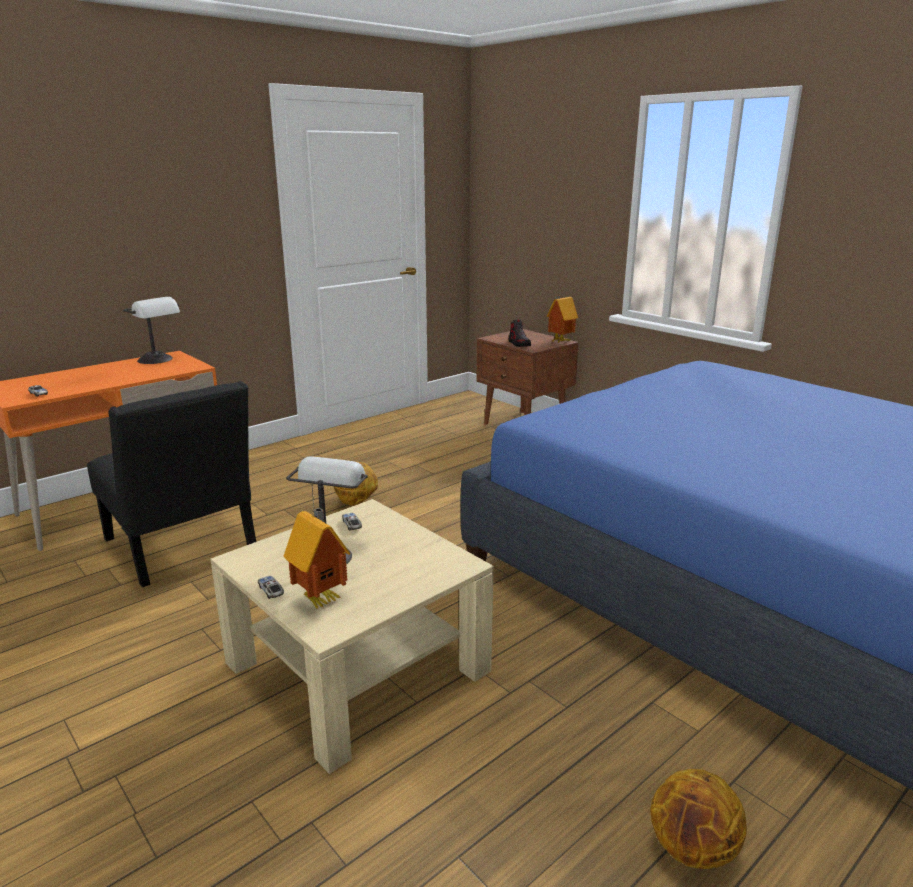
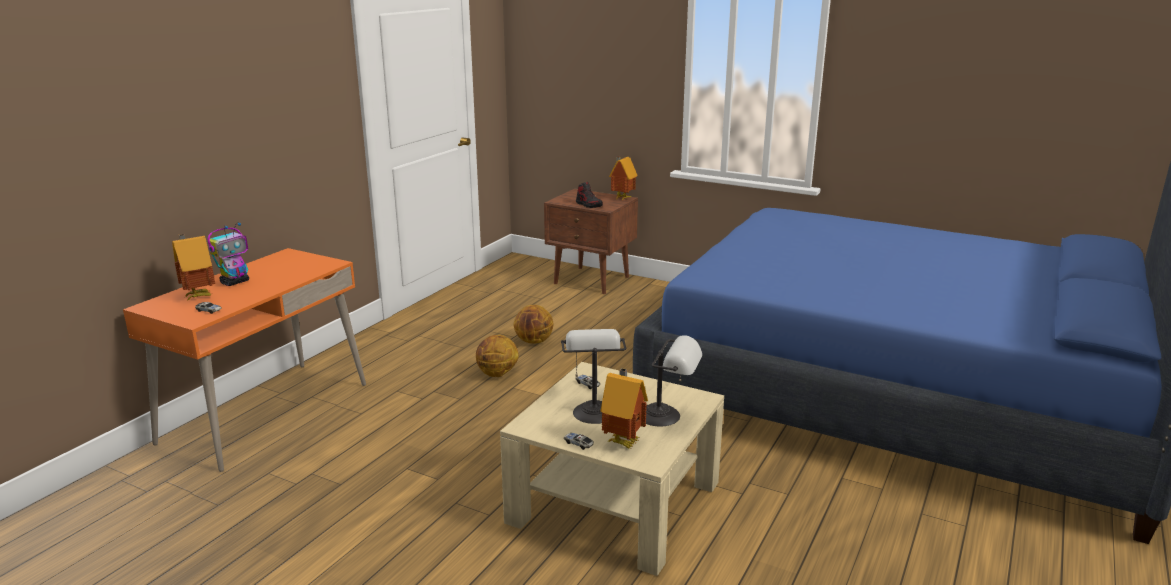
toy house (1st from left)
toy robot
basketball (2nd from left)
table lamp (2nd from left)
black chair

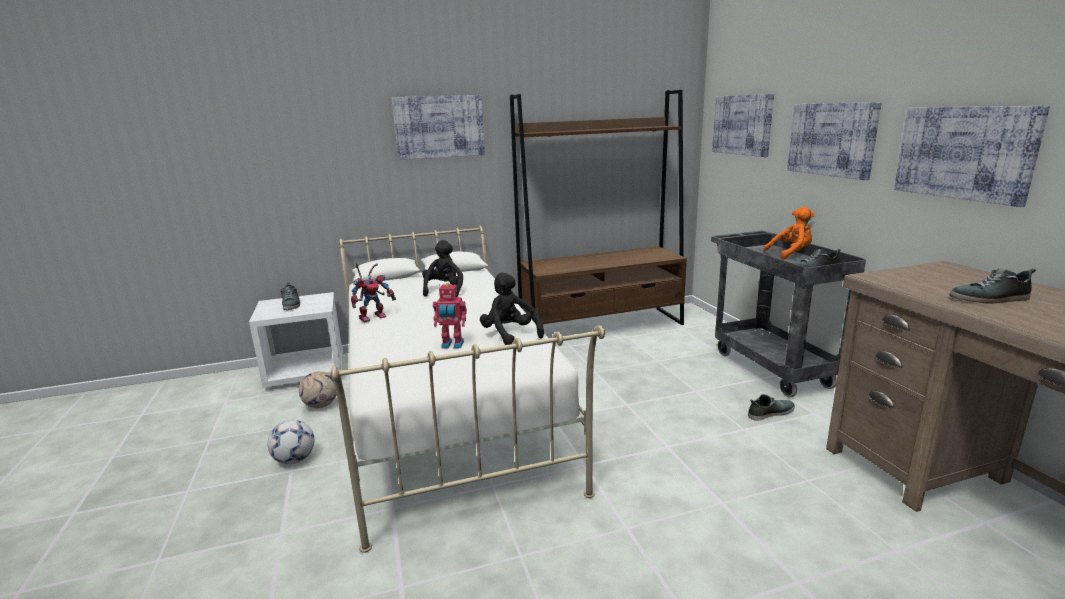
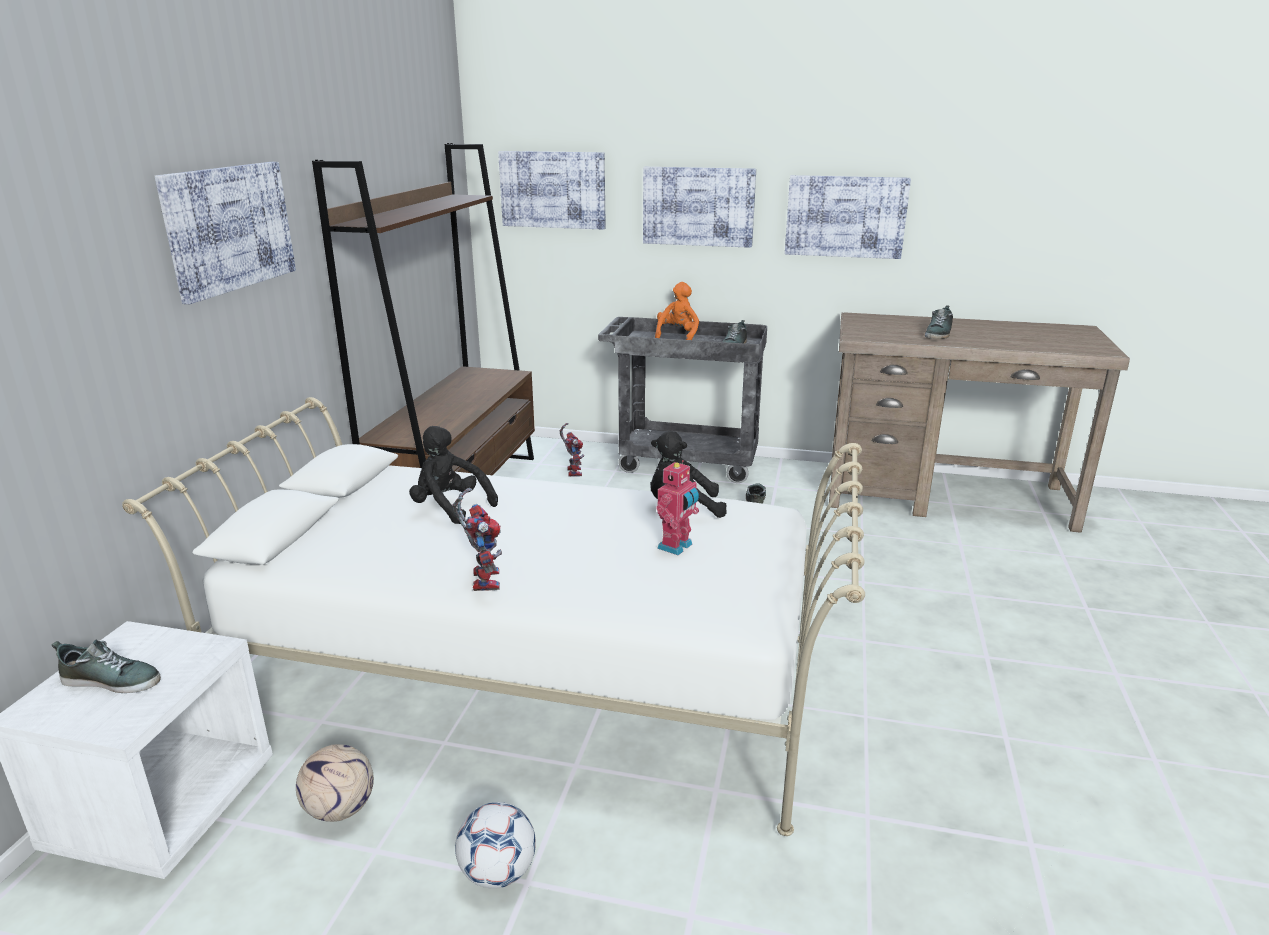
toy robot (2nd from left)

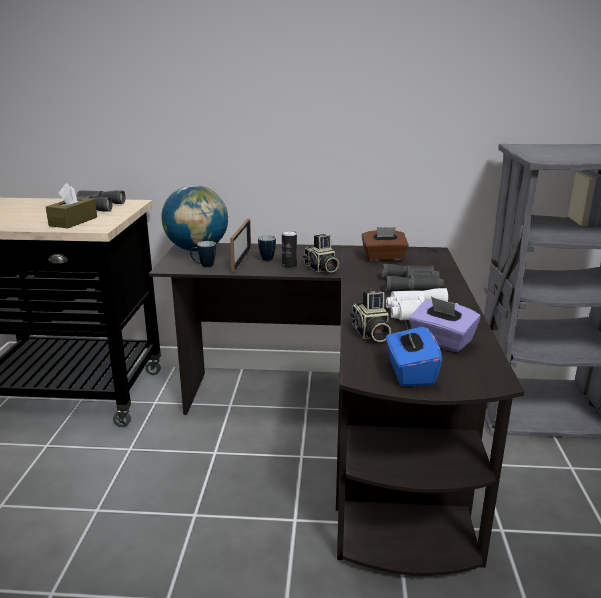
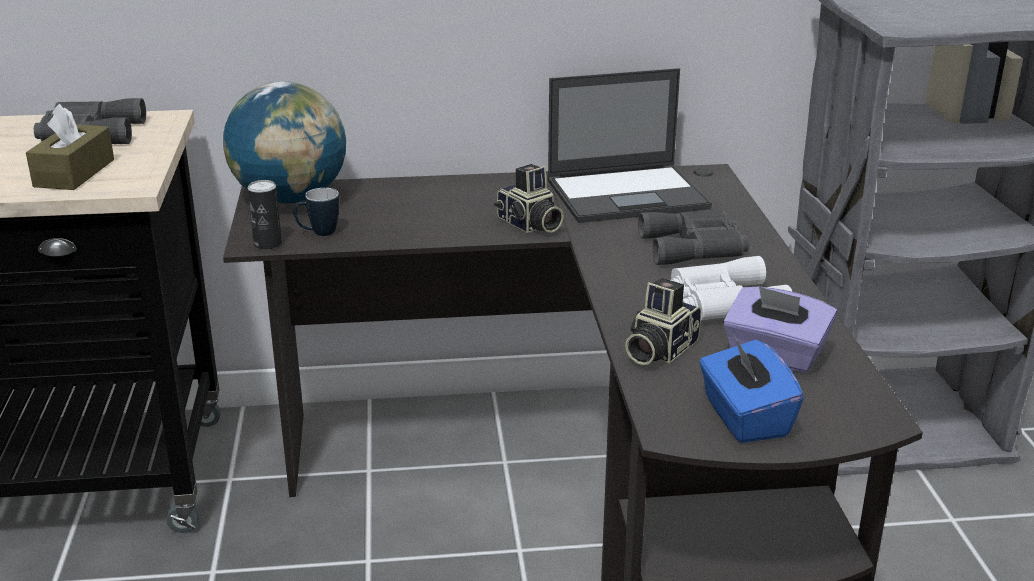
can
laptop
photo camera (2nd from left)
picture frame
mug (2nd from left in the first image)

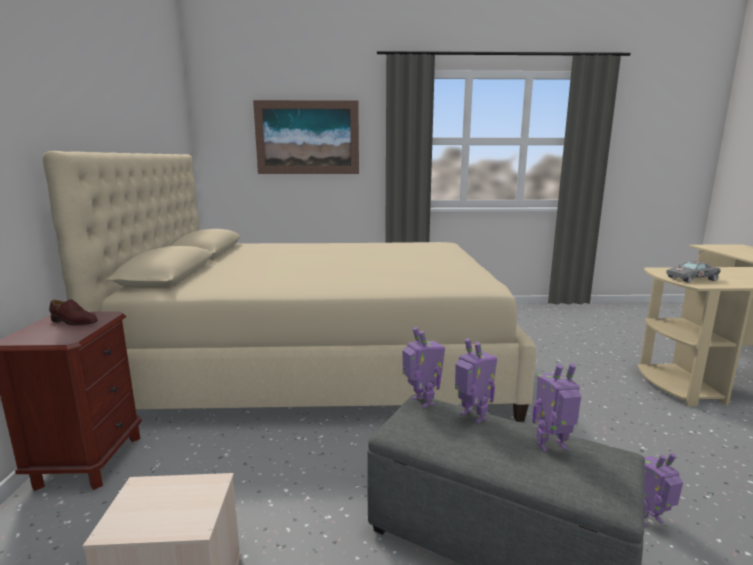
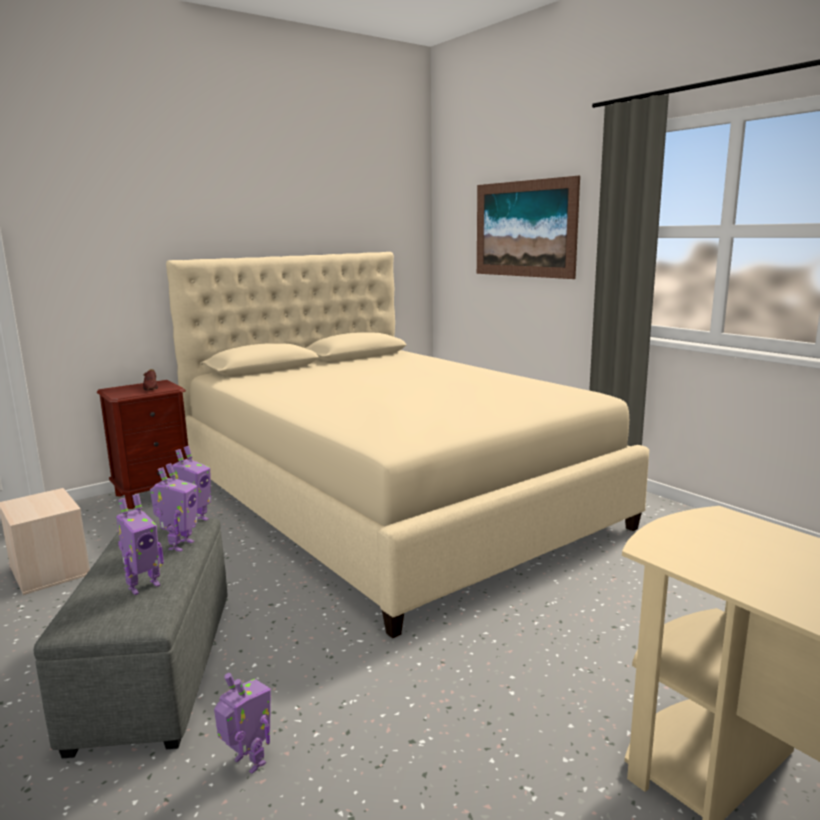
toy robot (1st from left)
grey toy car

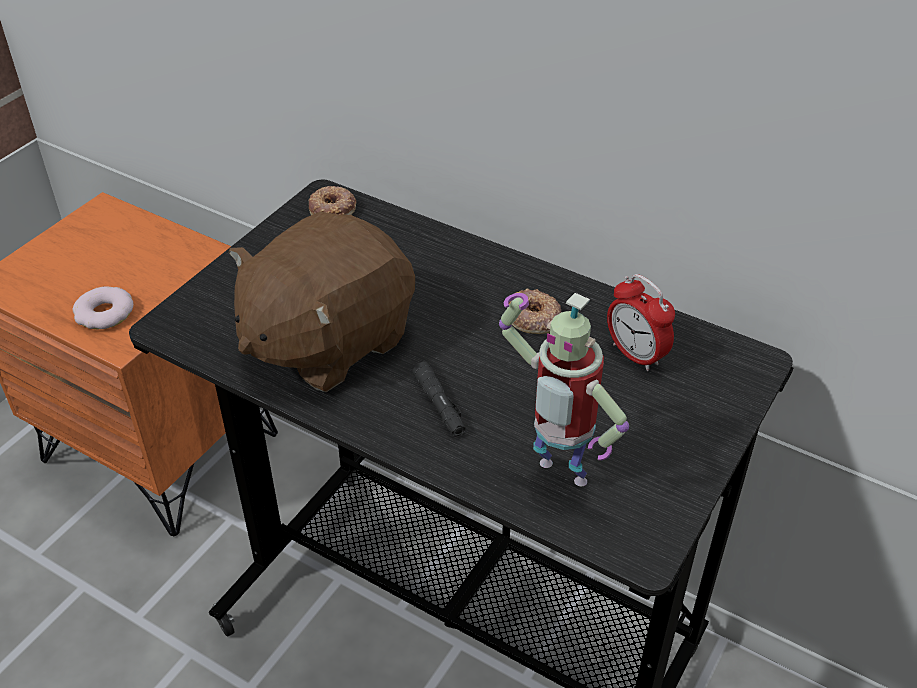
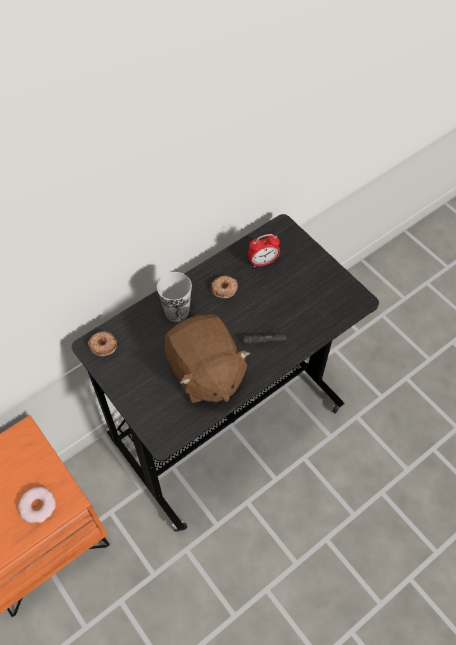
cup
toy robot

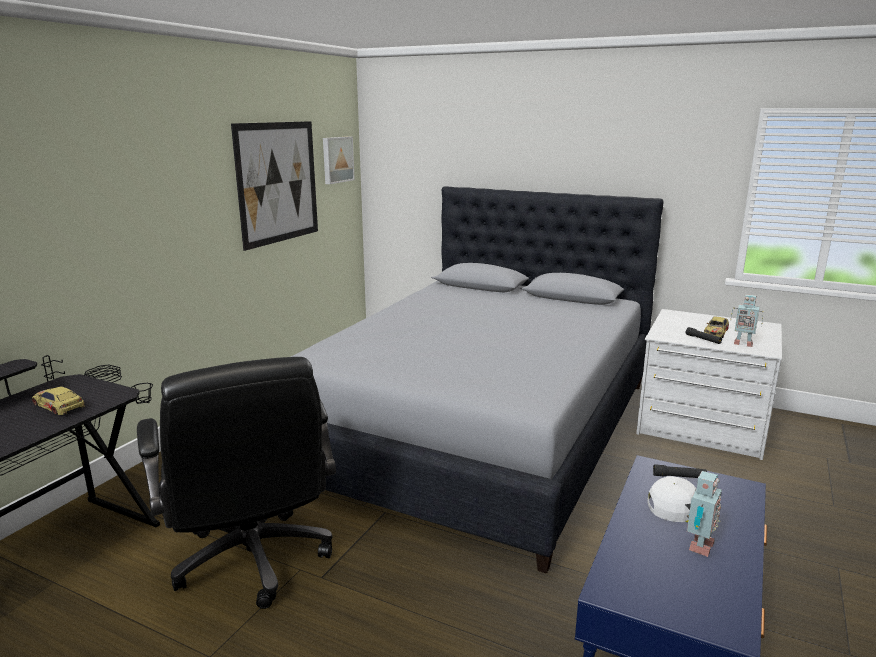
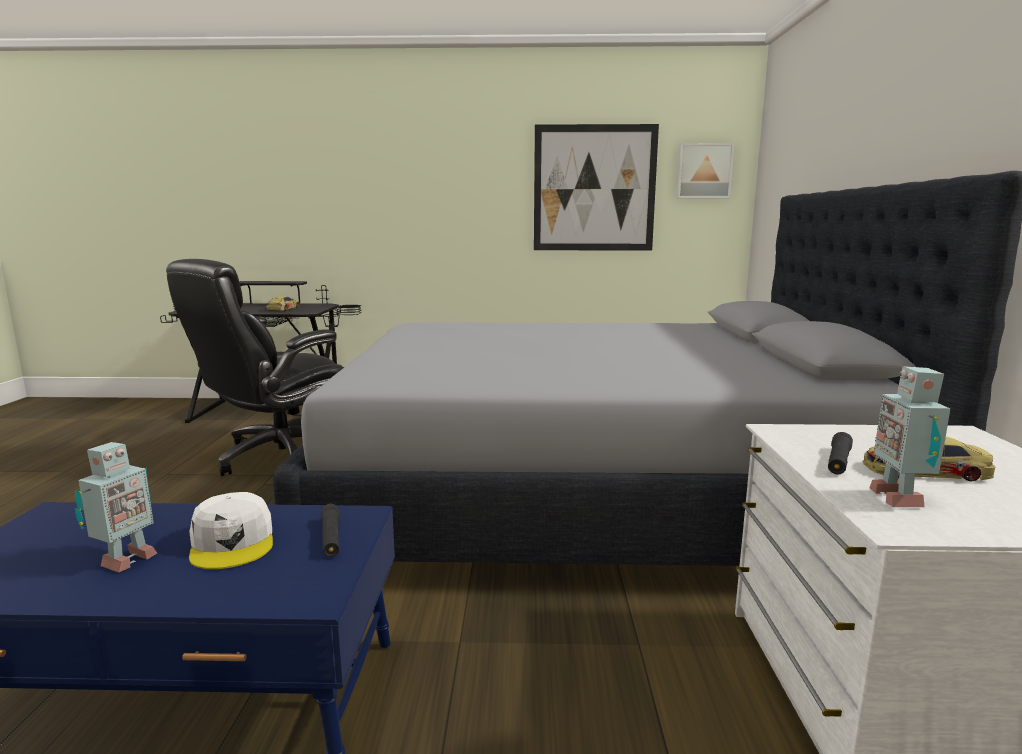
toy robot (1st from left)

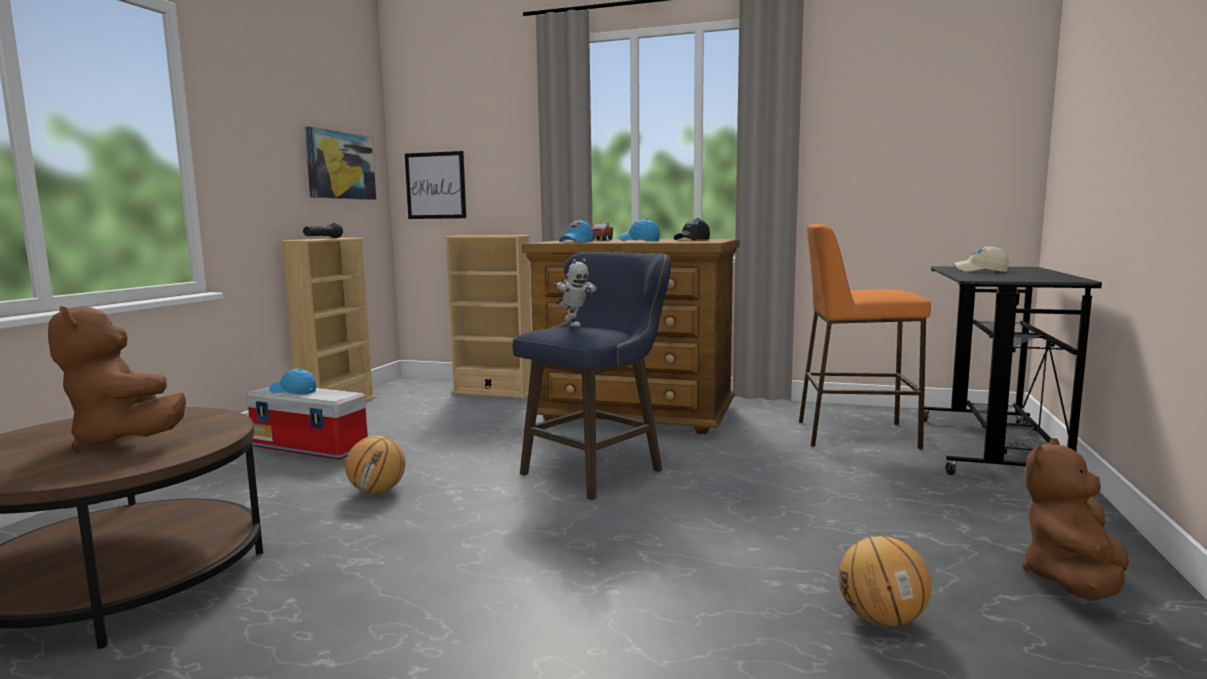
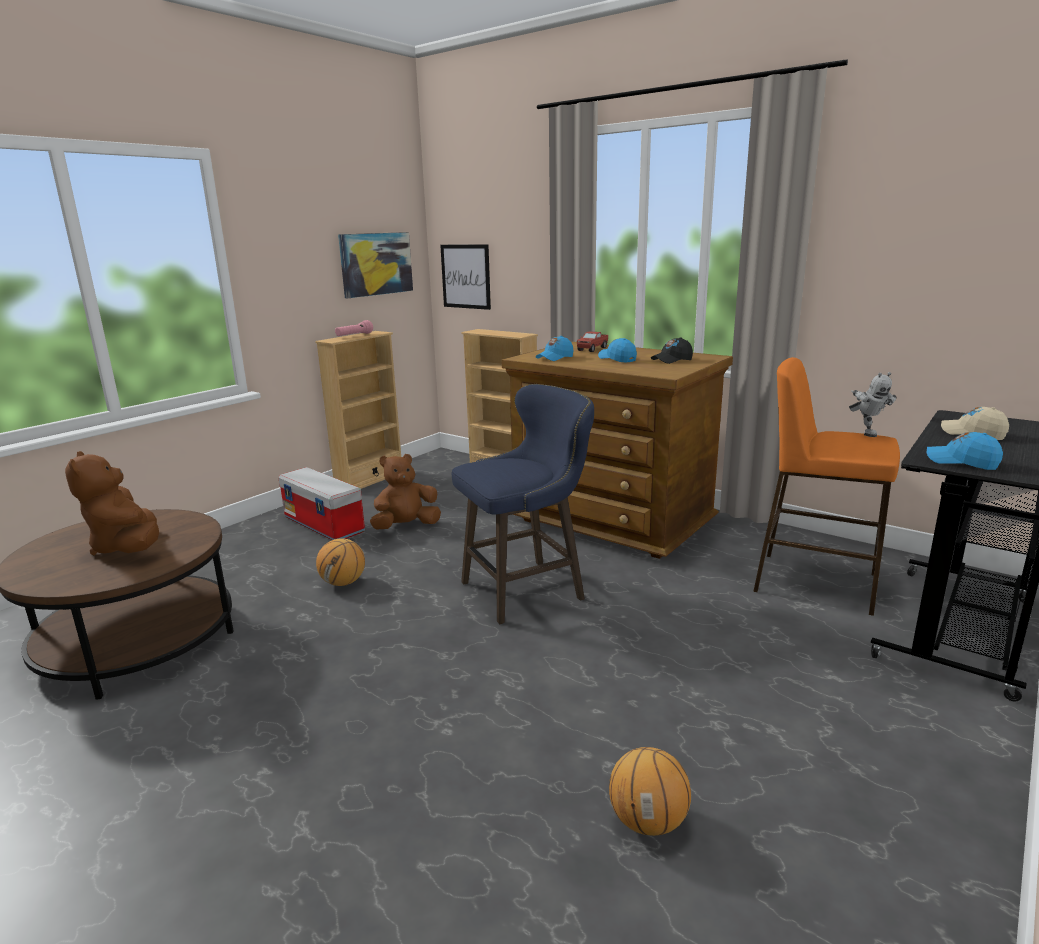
pink flashlight
brown plush toy (2nd from left)
toy robot
blue cap (3rd from left)

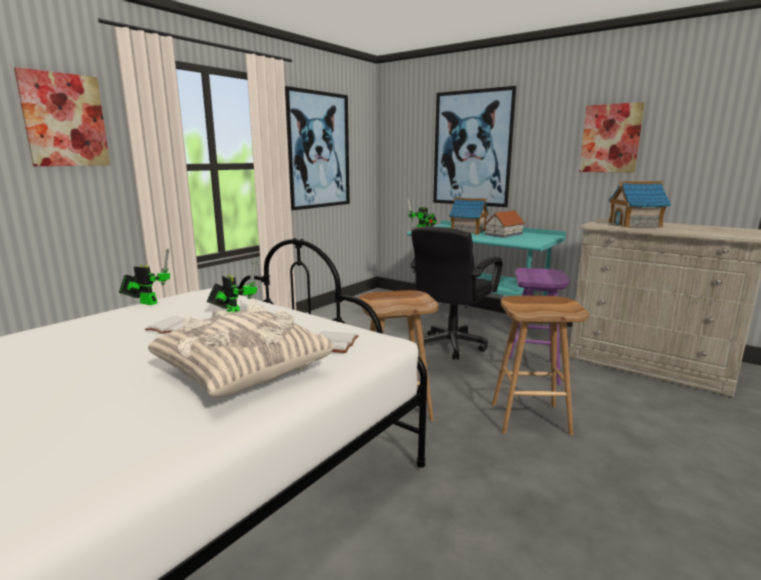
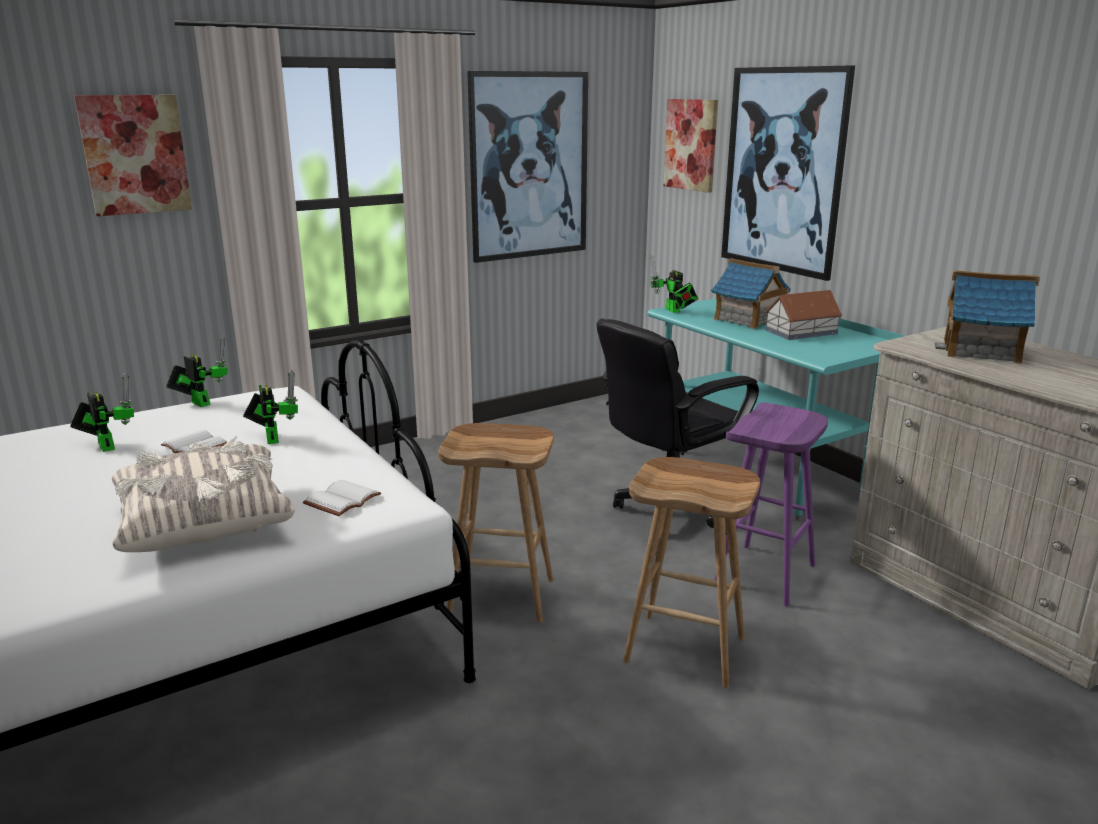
toy robot (1st from left)
picture (3rd from left)

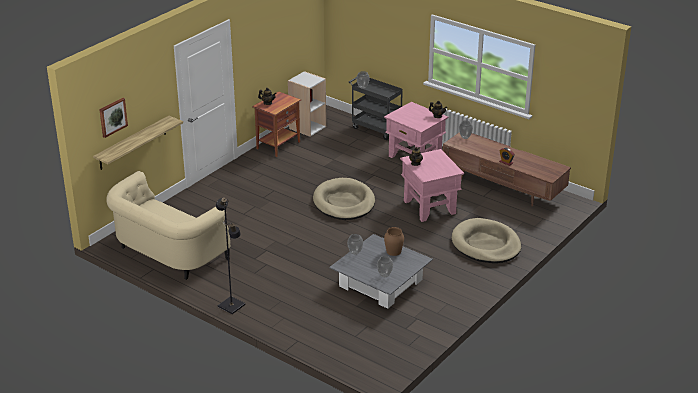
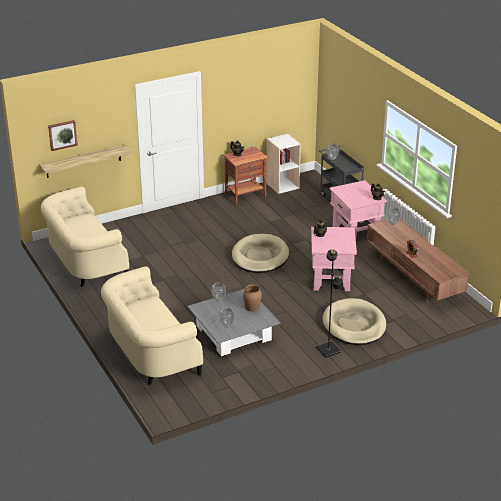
beige sofa (2nd from left)
black floor lamp

